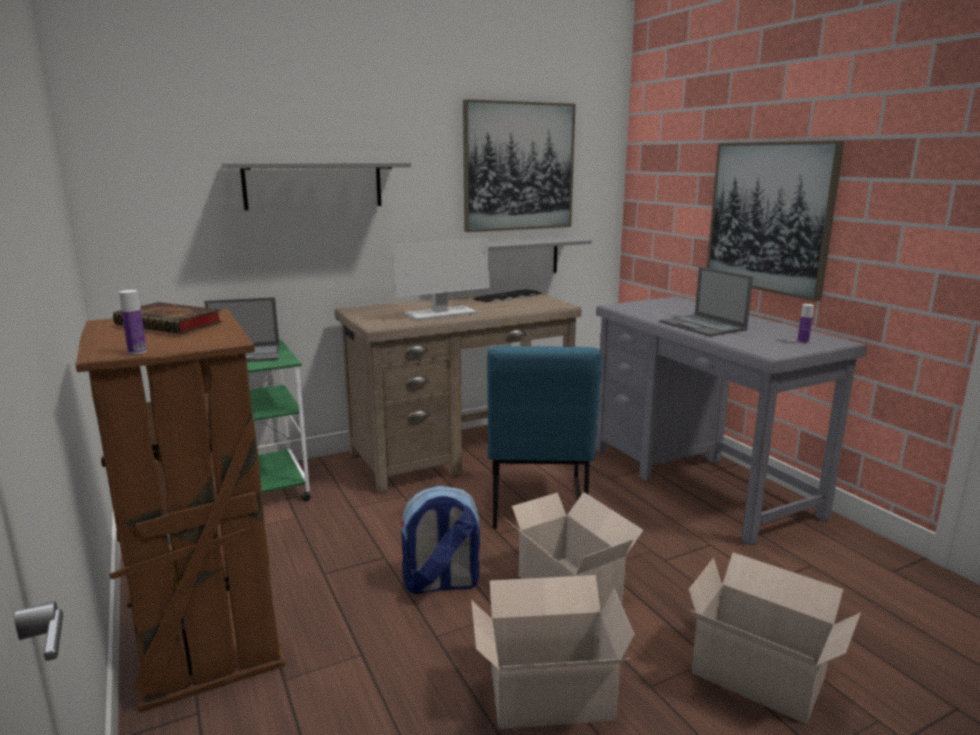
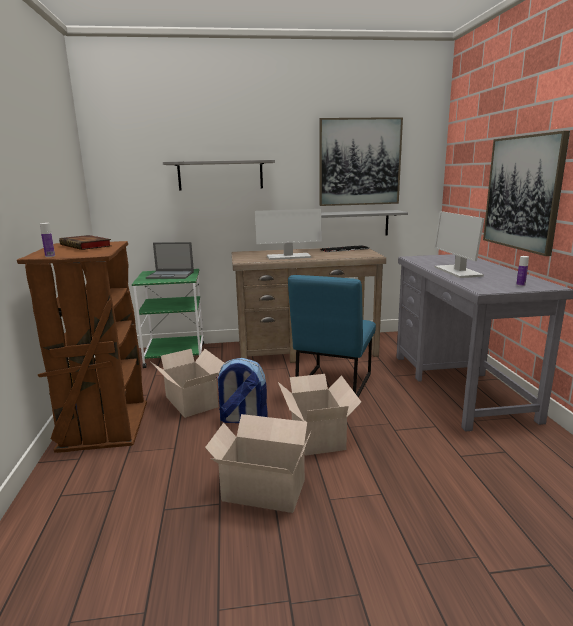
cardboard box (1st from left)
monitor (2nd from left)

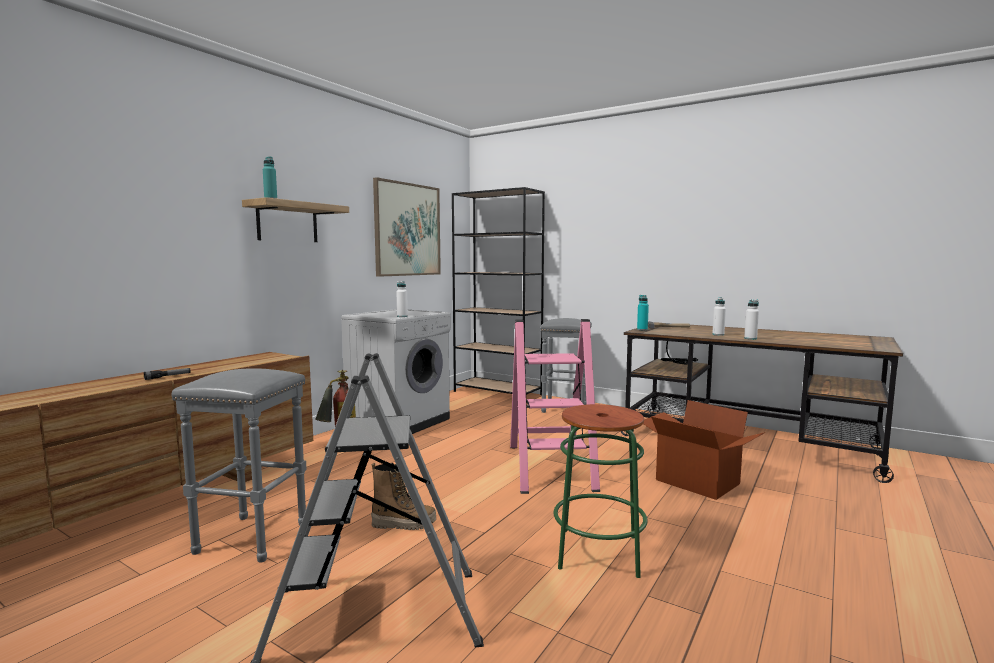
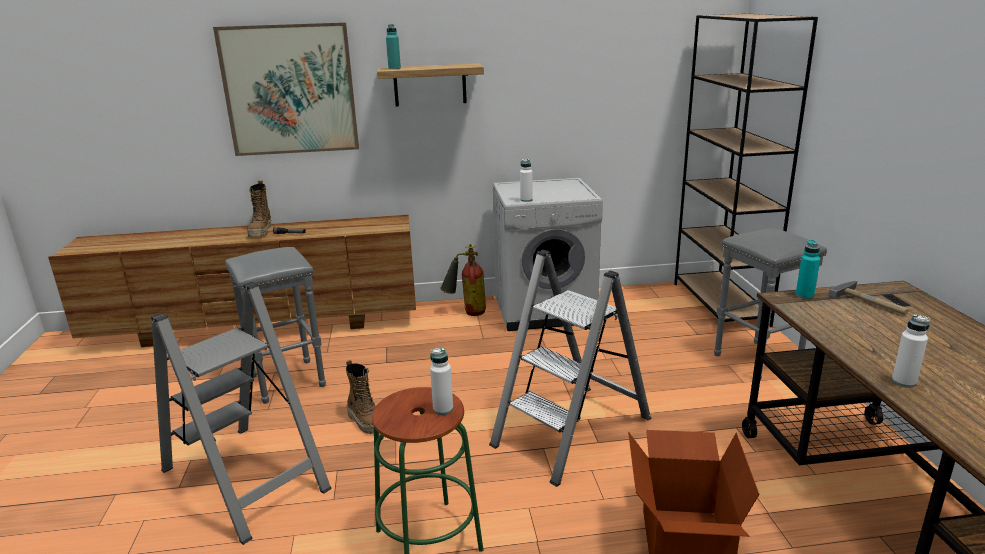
picture
boot (1st from left)
white bottle (1st from left)
grey step ladder (2nd from left)

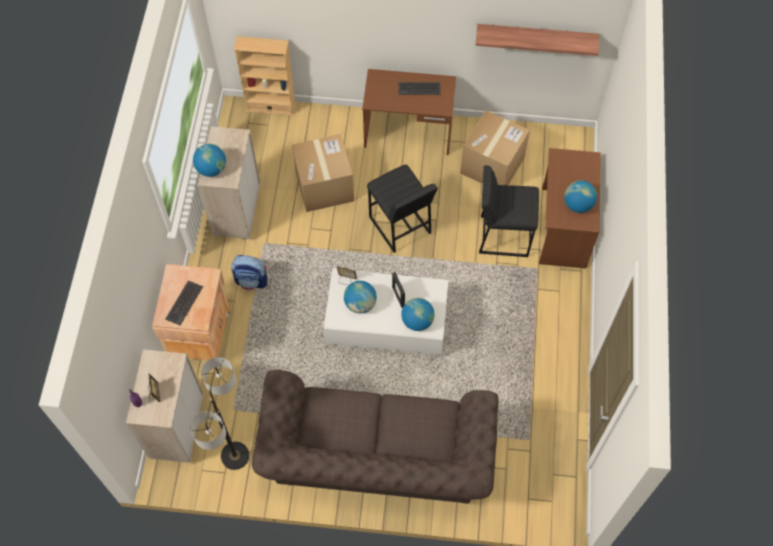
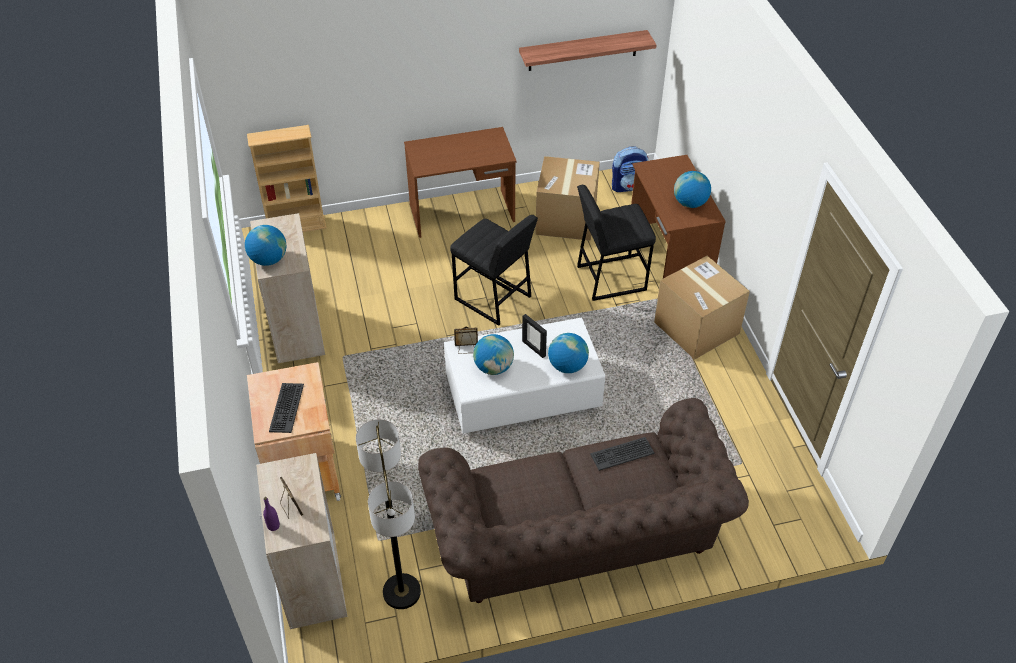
keyboard (2nd from left)
backpack
cardboard box (2nd from left)

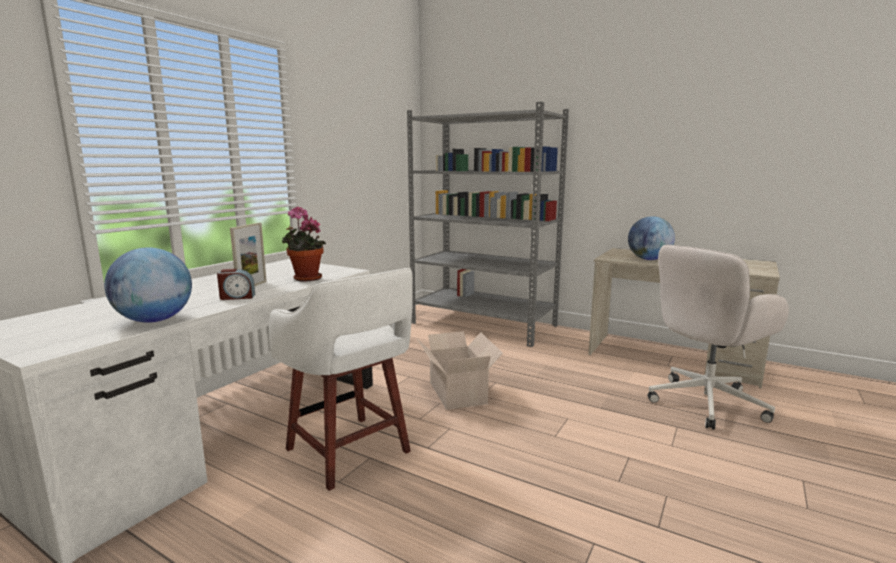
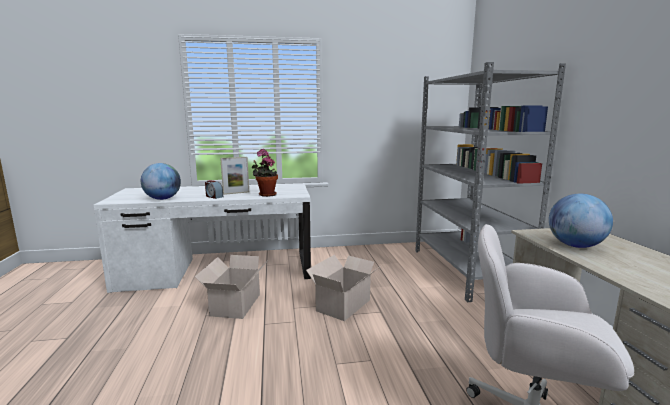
cardboard box (1st from left)

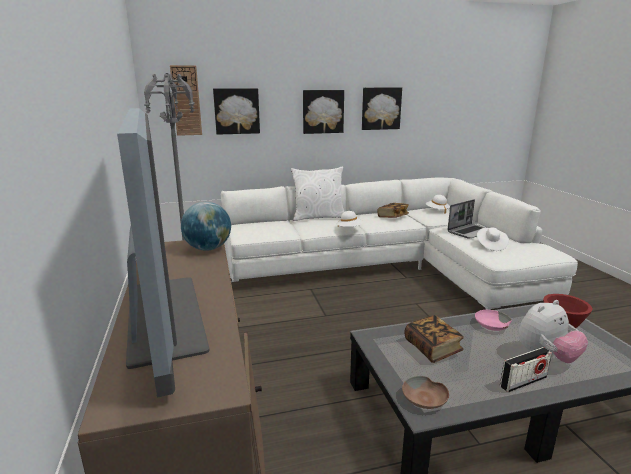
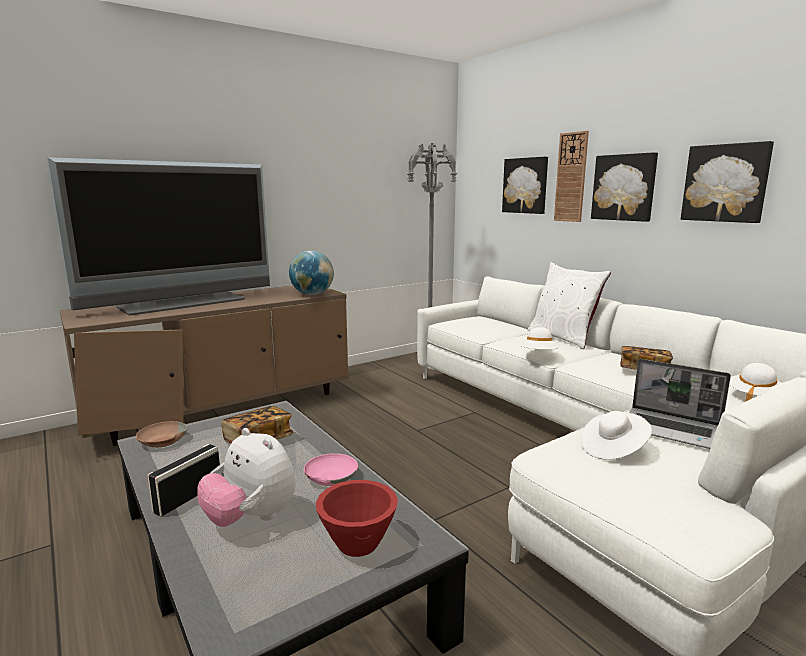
radio
wall clock

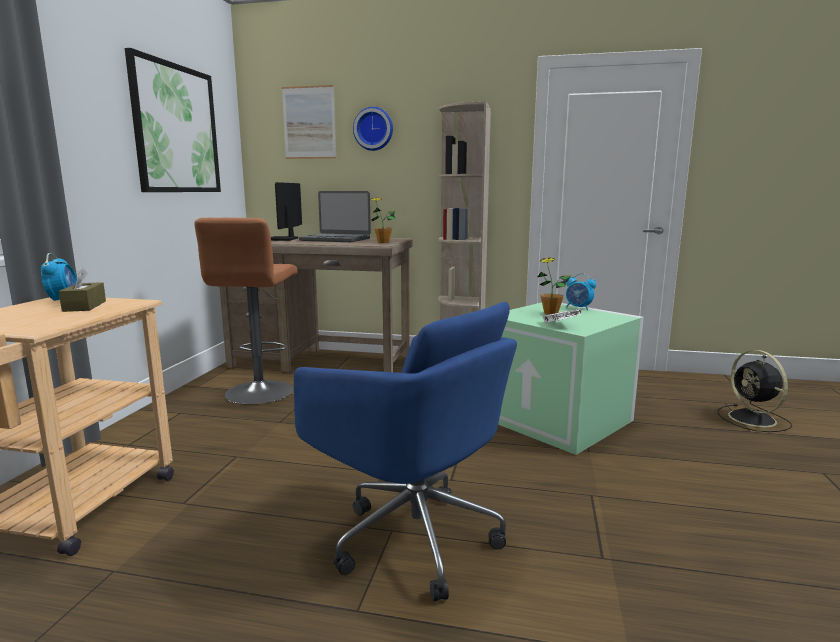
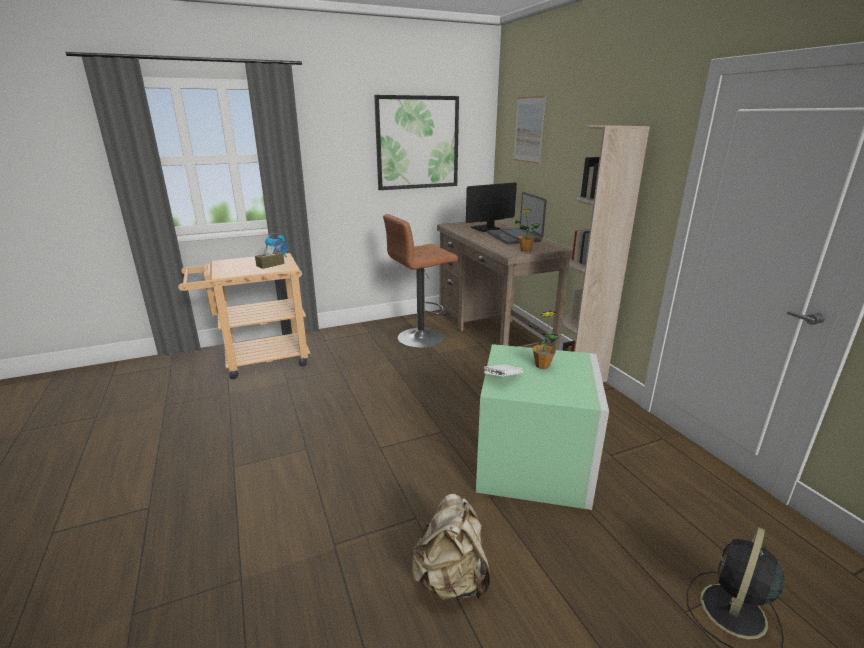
beige backpack
blue office chair
wall clock
alarm clock (2nd from left in the first image)

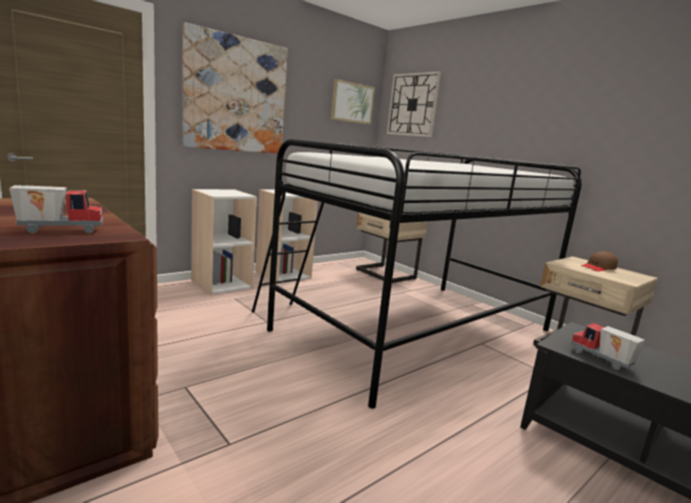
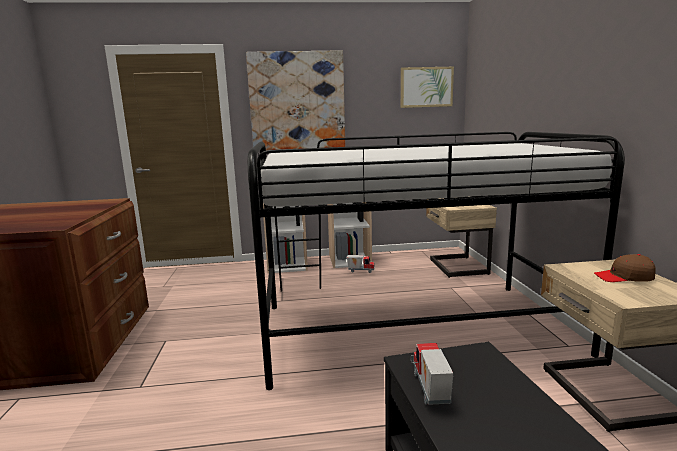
toy truck (1st from left)
wall clock

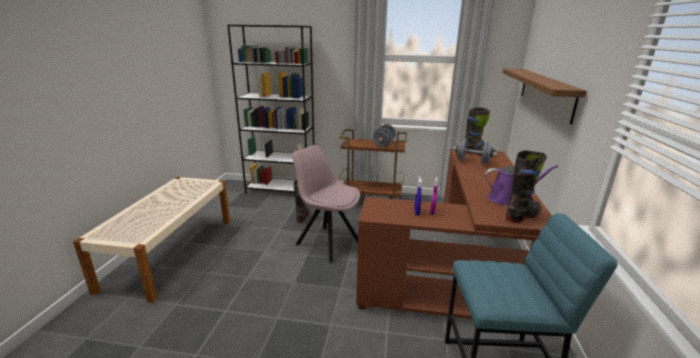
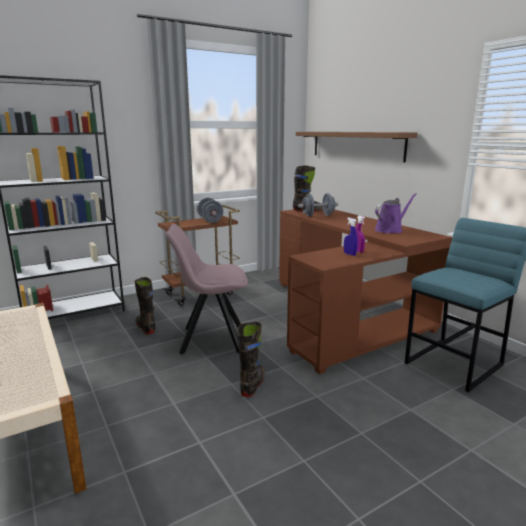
black boot (2nd from left)

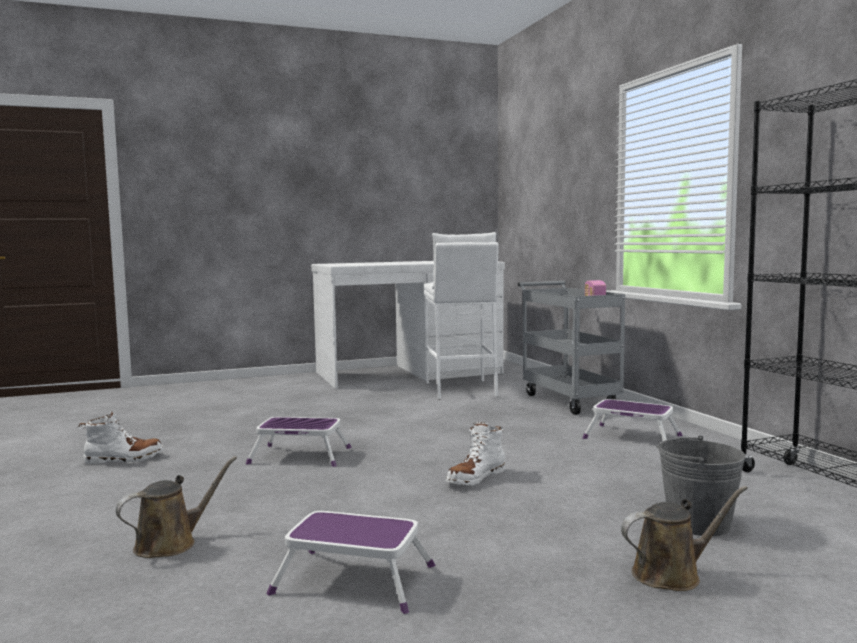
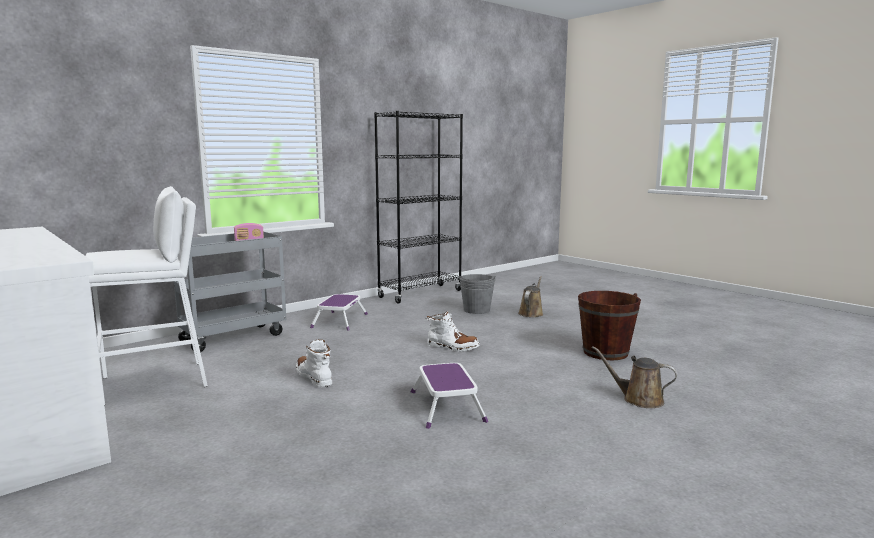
white boot (1st from left)
brown watering can (1st from left)
brown bucket

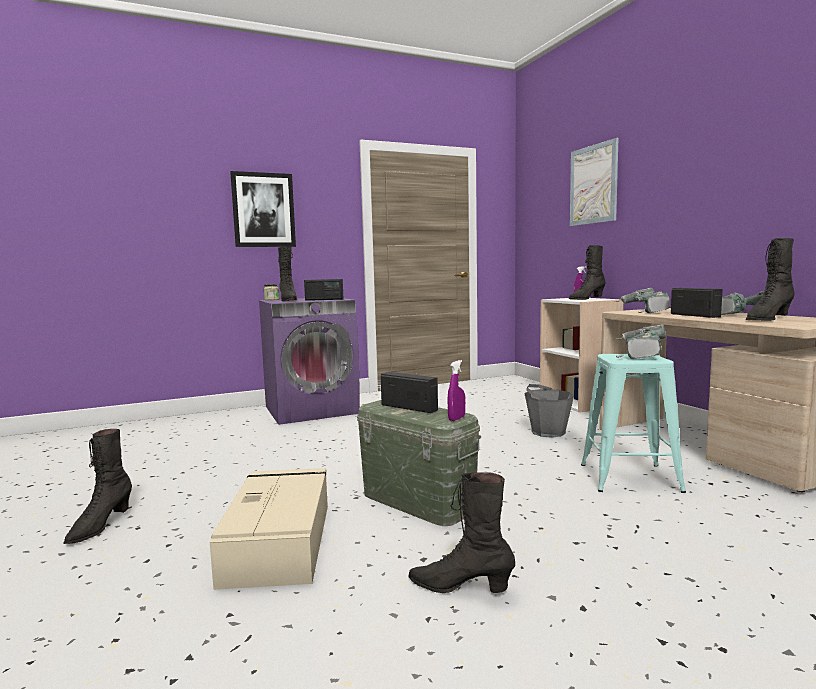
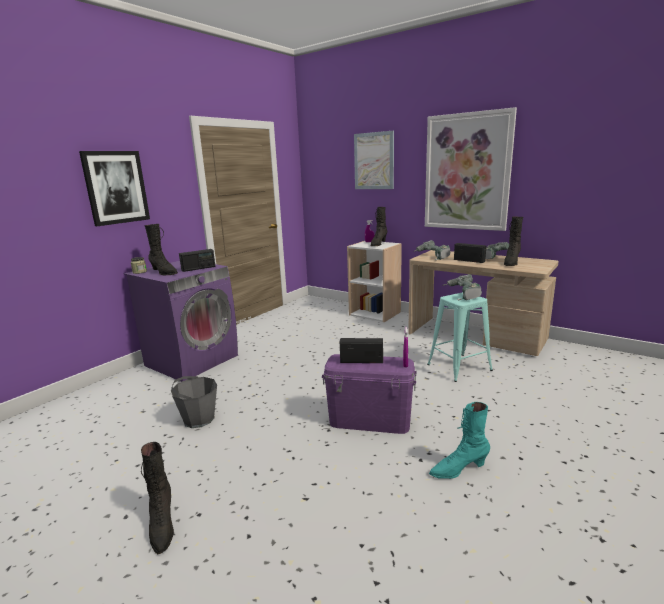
grey bucket
purple storage box
picture (3rd from left)
turquoise boot
beige storage box

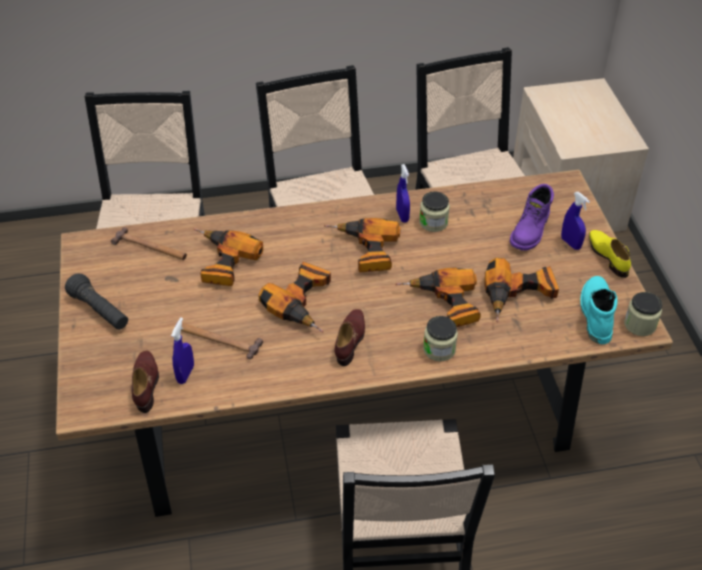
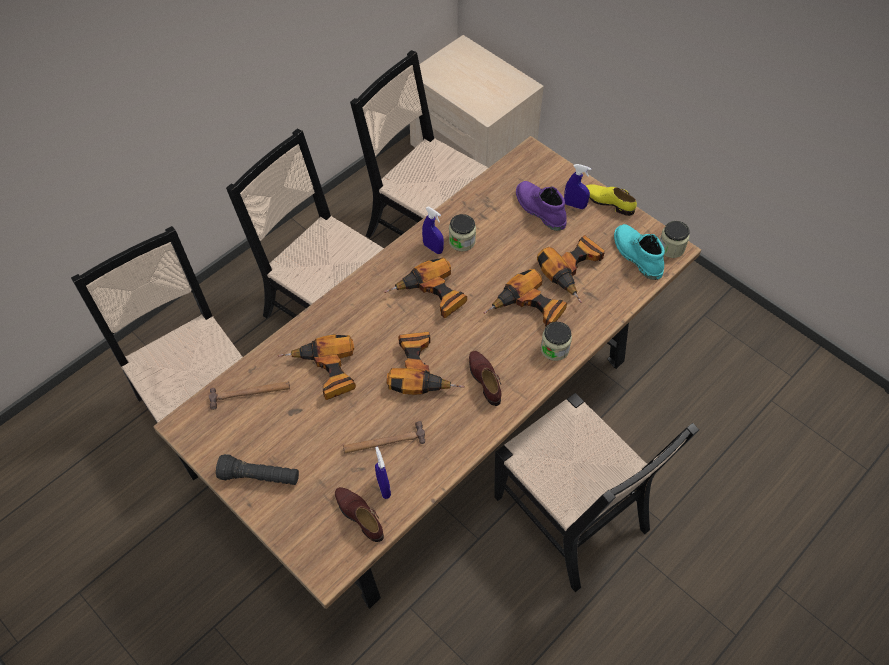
purple boot

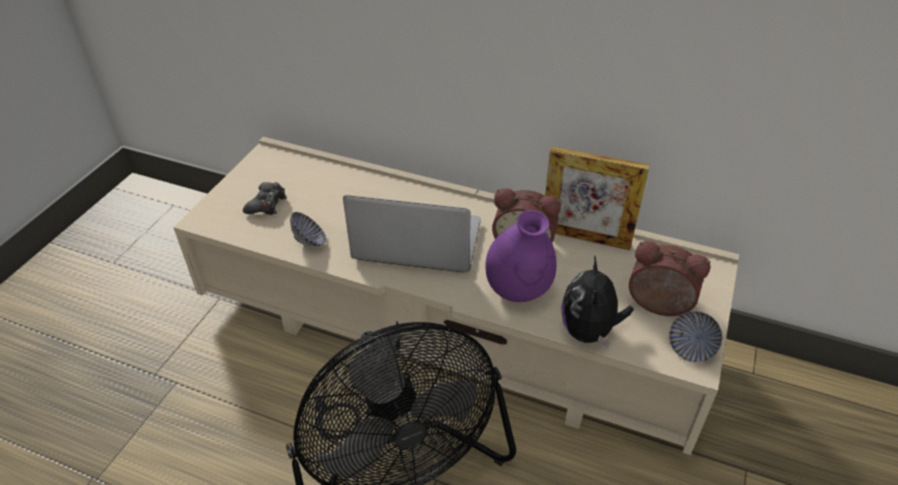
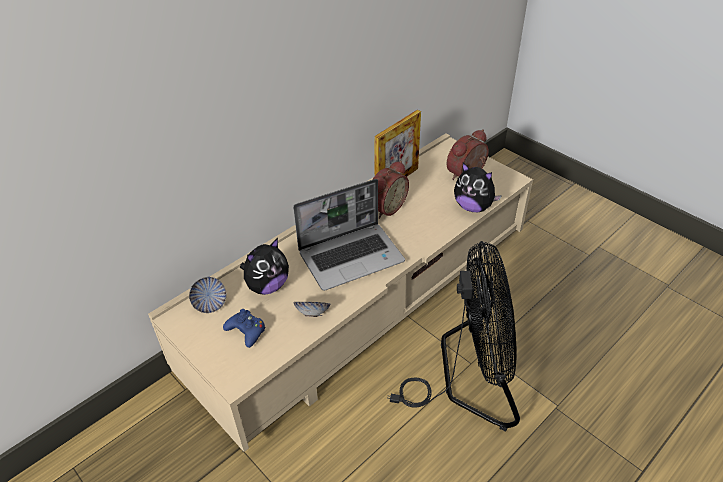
bowl (1st from left)
blue game controller
plush toy (1st from left)
laptop
purple vase

